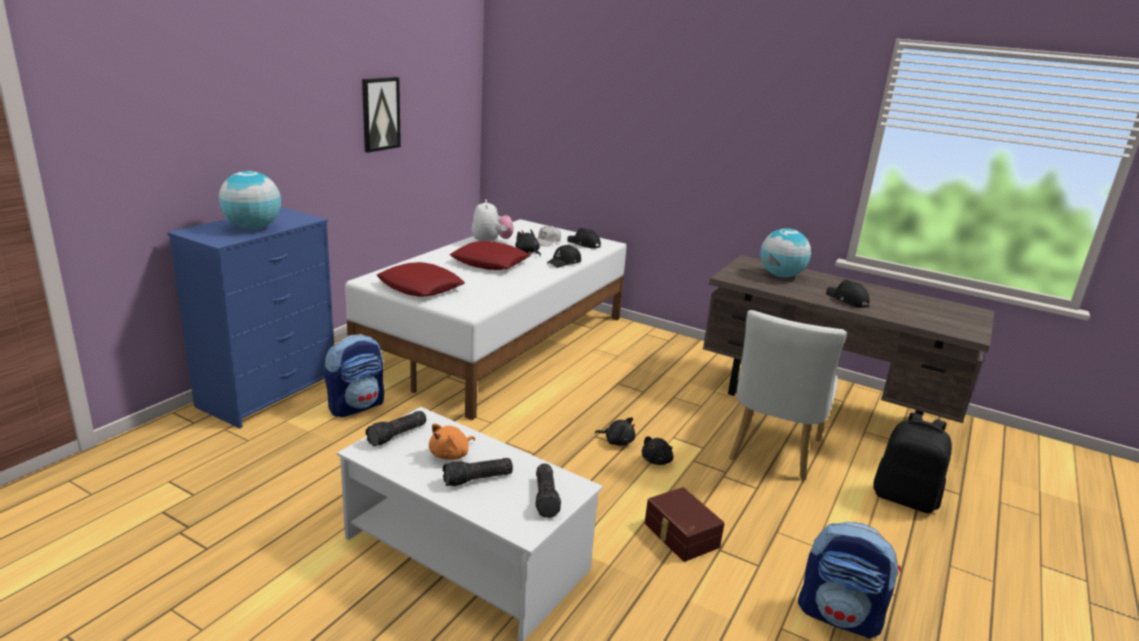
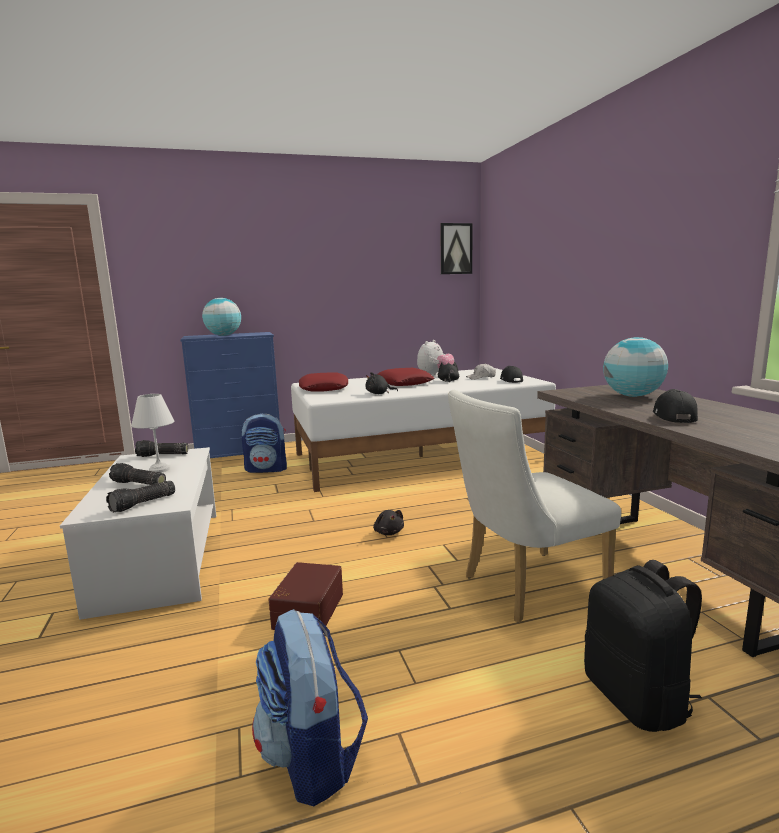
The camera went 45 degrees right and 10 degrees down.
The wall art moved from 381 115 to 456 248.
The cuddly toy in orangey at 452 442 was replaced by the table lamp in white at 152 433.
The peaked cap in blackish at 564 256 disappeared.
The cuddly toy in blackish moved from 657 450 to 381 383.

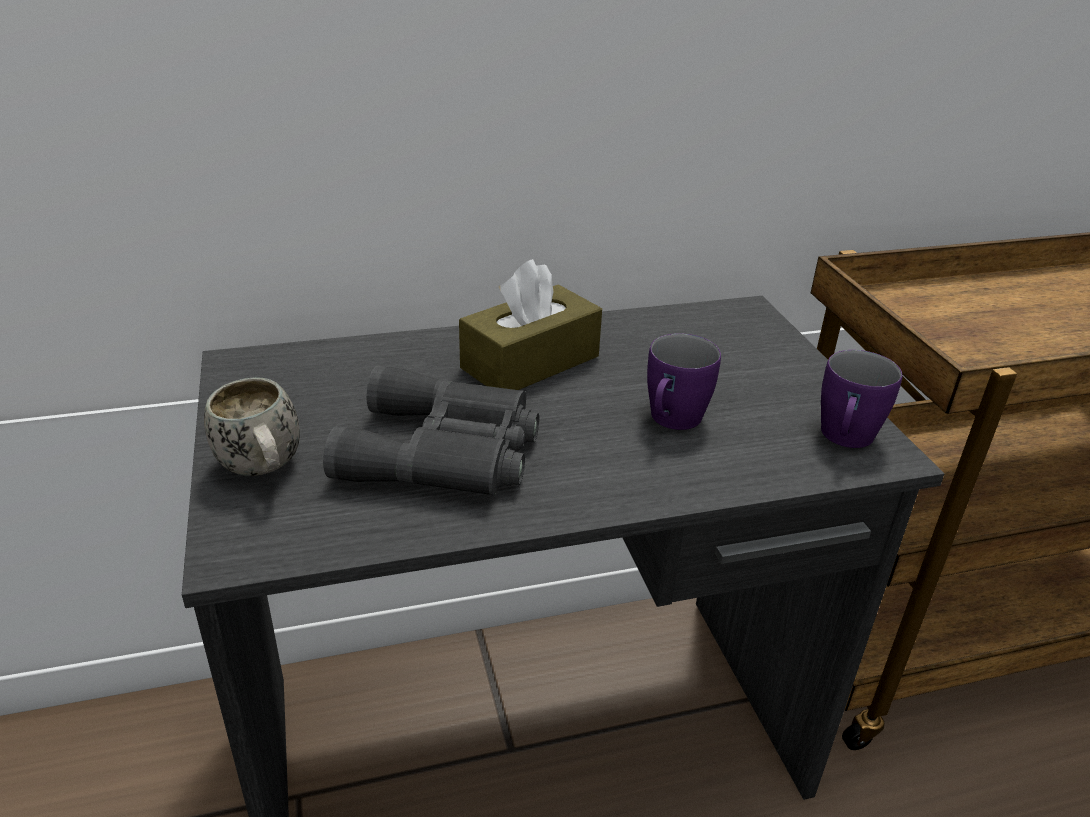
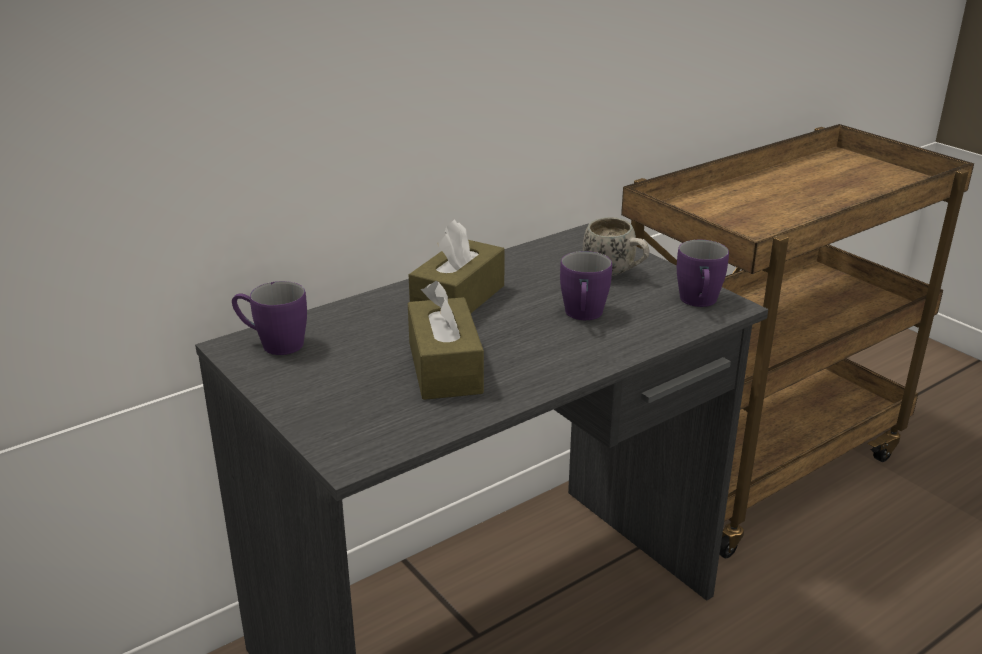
The camera went 20 degrees left and 5 degrees down.
The tea mug in white moved from 252 426 to 616 246.
The field glasses in greyish at 431 430 was replaced by the tissue holder in brown at 446 340.
The tea mug in purplish at 269 318 appeared.

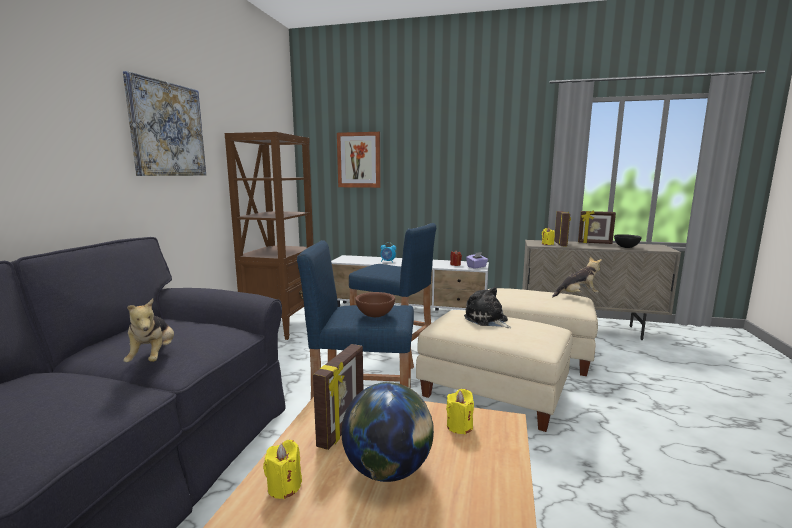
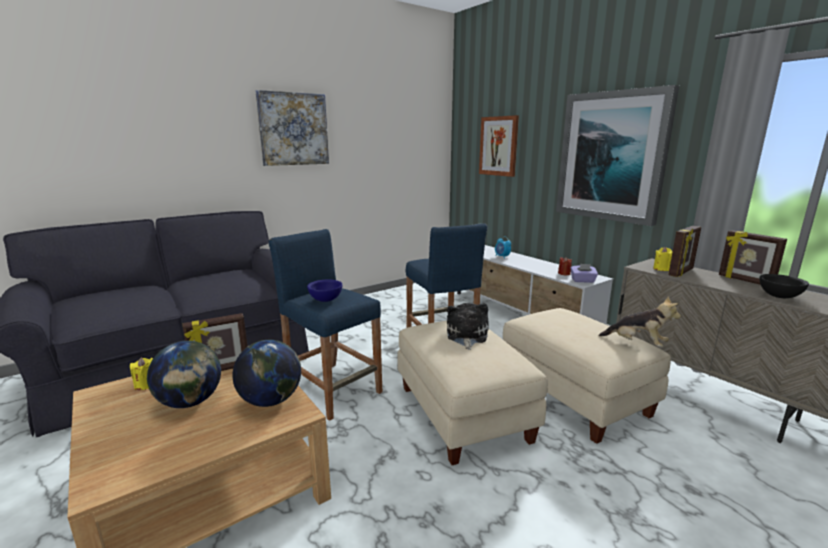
The camera went 40 degrees right and 5 degrees up.
The cuddly toy at 149 330 disappeared.
The bookshelf in brown at 269 236 disappeared.
The bowl in brown at 375 304 became the bowl in blue-coloured at 324 291.
The candle in yellow at 460 411 was replaced by the desk globe at 266 373.
The wall art at 617 155 appeared.

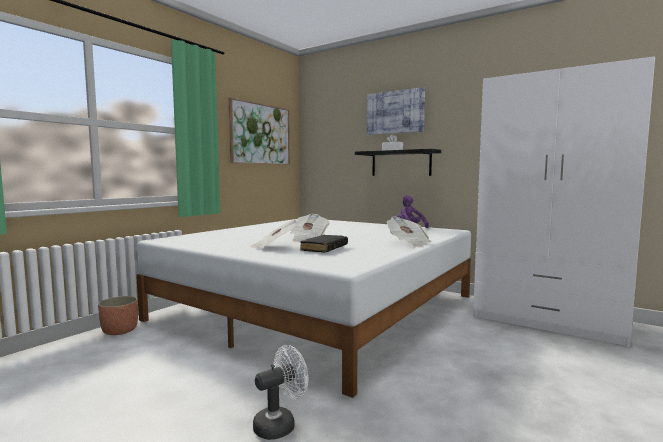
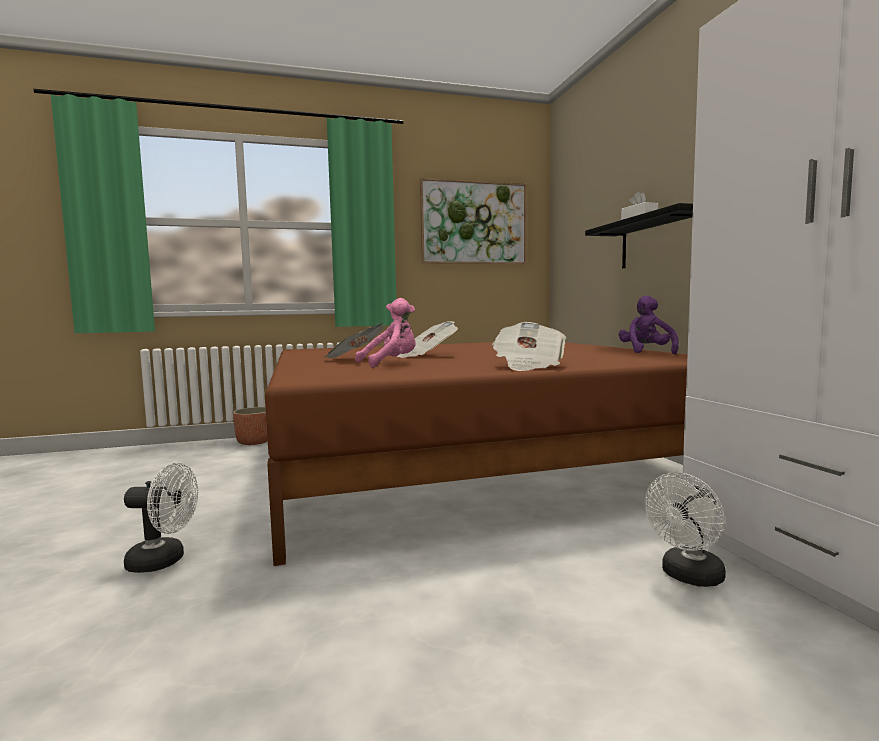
The camera went 40 degrees right and 0 degrees up.
The bedroom bed in white at 303 308 became the bedroom bed in brown at 476 454.
The book in blackish at 324 244 was replaced by the cuddly toy in pink at 385 333.
The wall art at 396 111 disappeared.
The electric fan in white at 685 529 appeared.

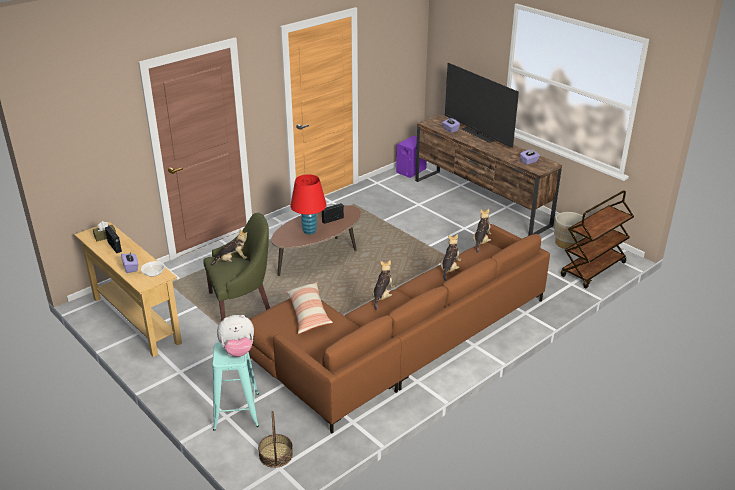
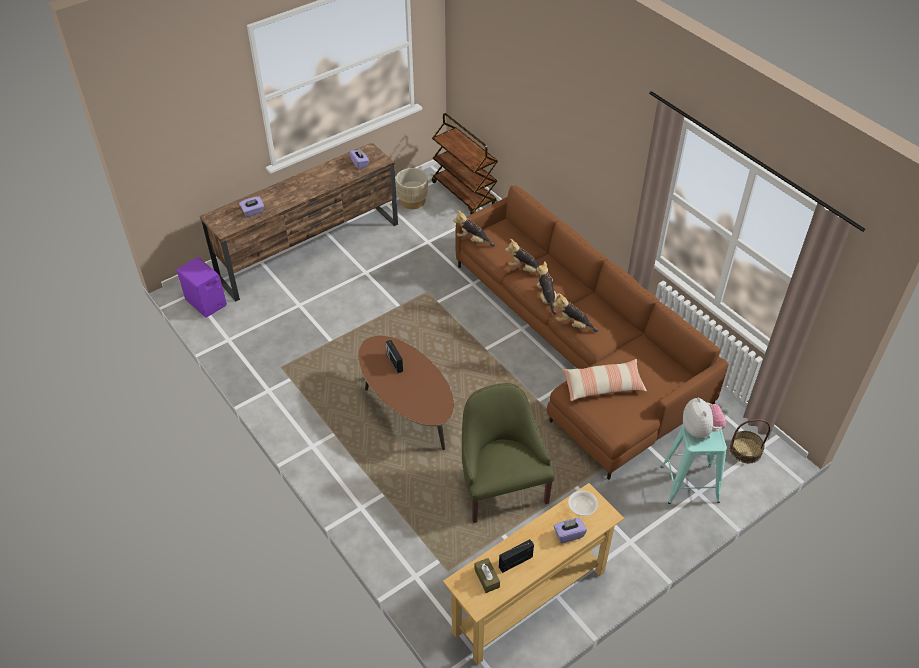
The camera went 85 degrees left and 15 degrees up.
The cuddly toy moved from 229 247 to 547 288.
The table lamp in reddish at 308 204 disappeared.
The TV at 482 105 disappeared.

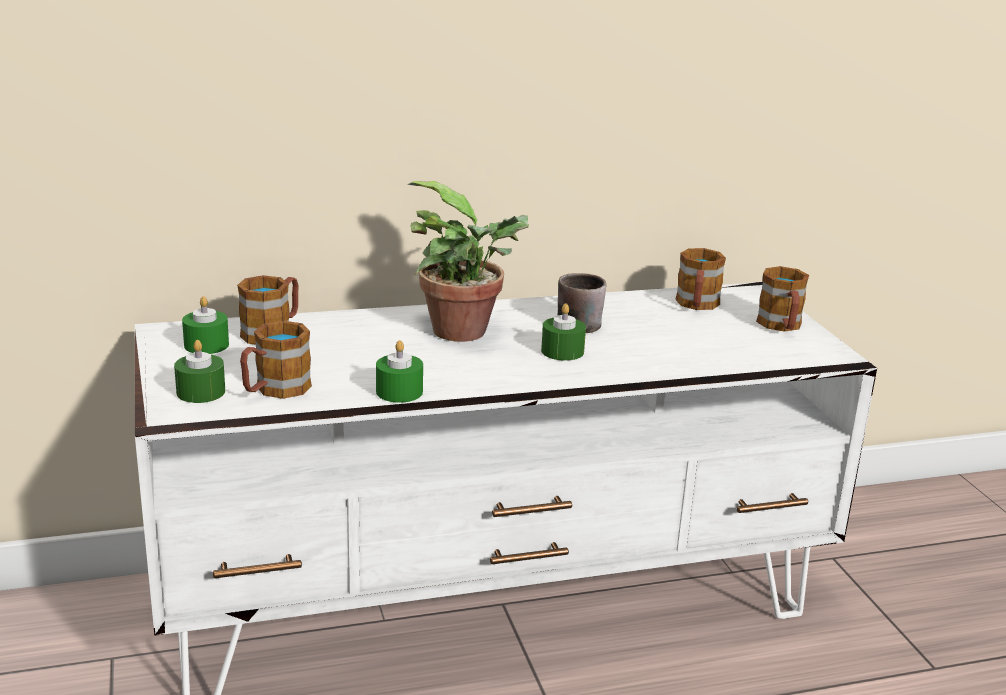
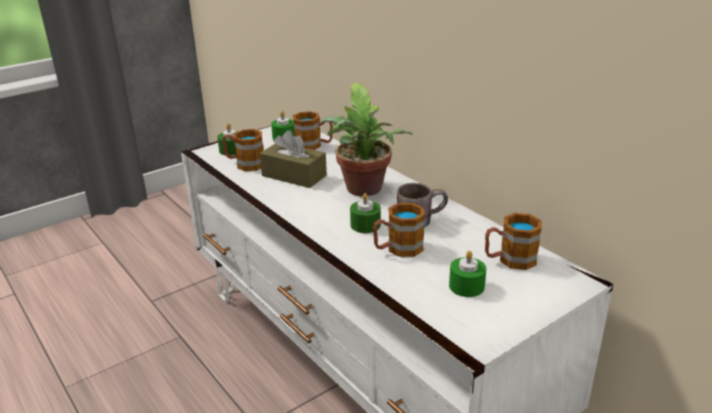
The camera went 70 degrees right and 5 degrees up.
The candle in greenish moved from 399 371 to 467 273.
The tea mug moved from 782 299 to 399 230.
The tissue holder in brown at 293 159 appeared.

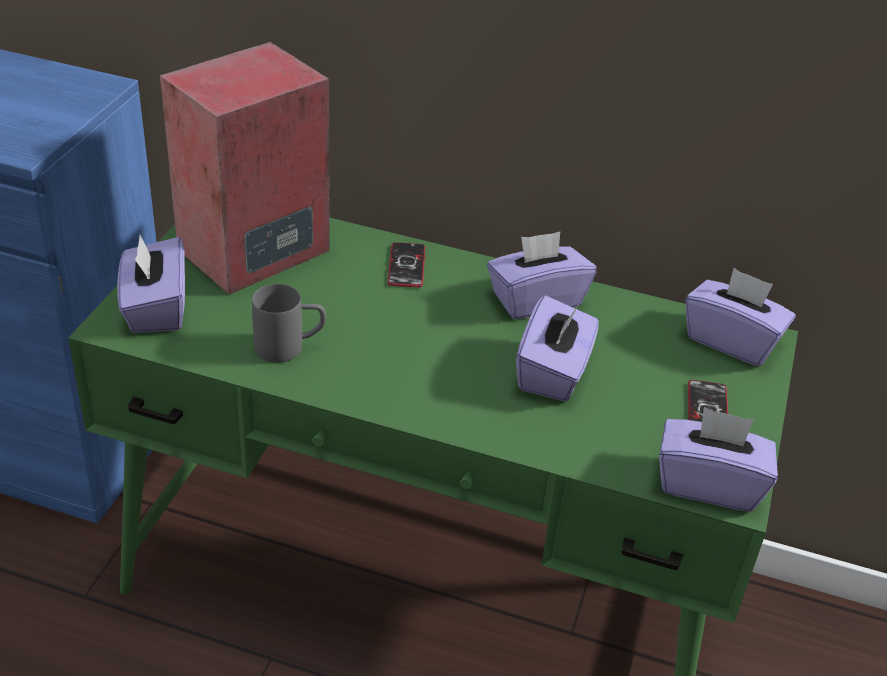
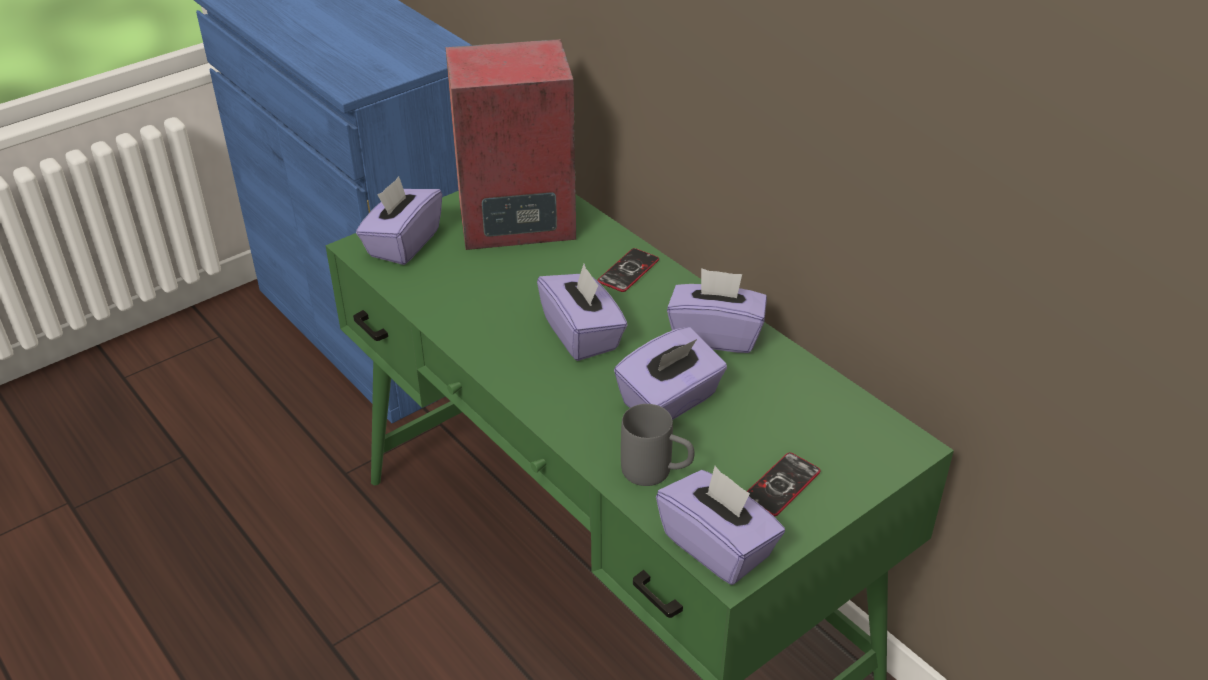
The camera went 35 degrees right and 0 degrees up.
The tea mug in greyish moved from 289 323 to 657 445.
The tissue holder in purplish moved from 741 317 to 582 312.

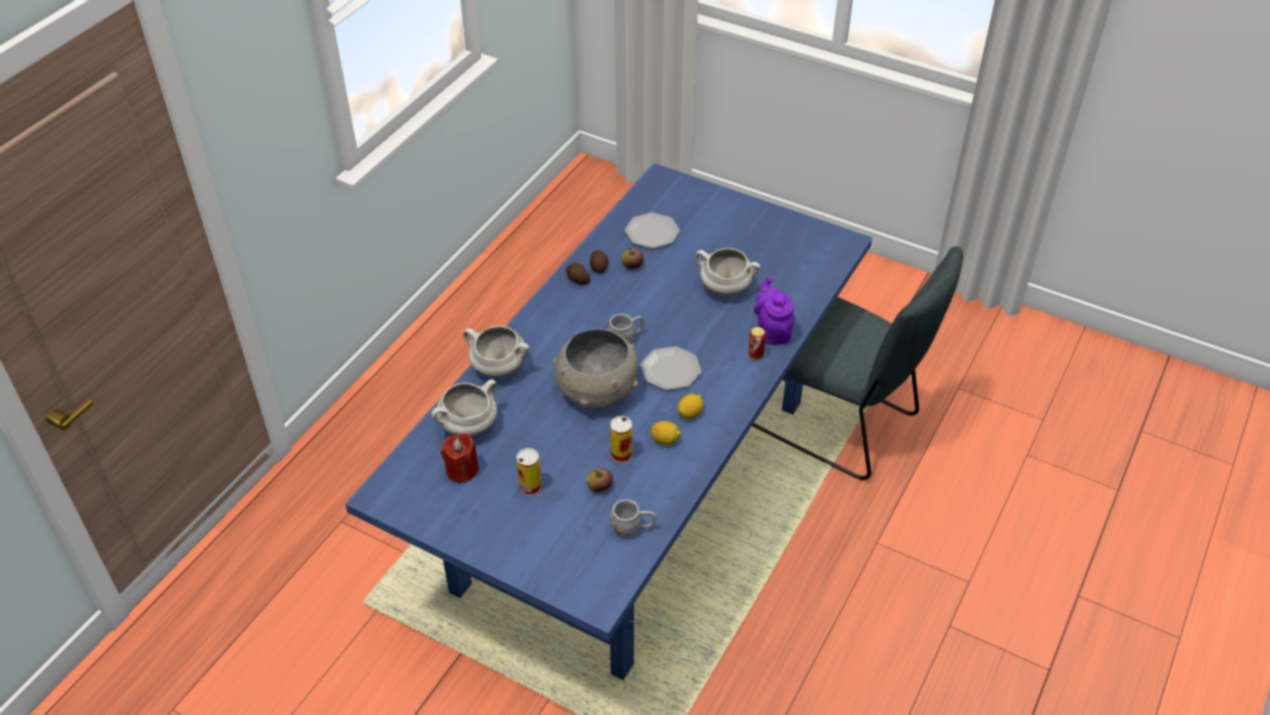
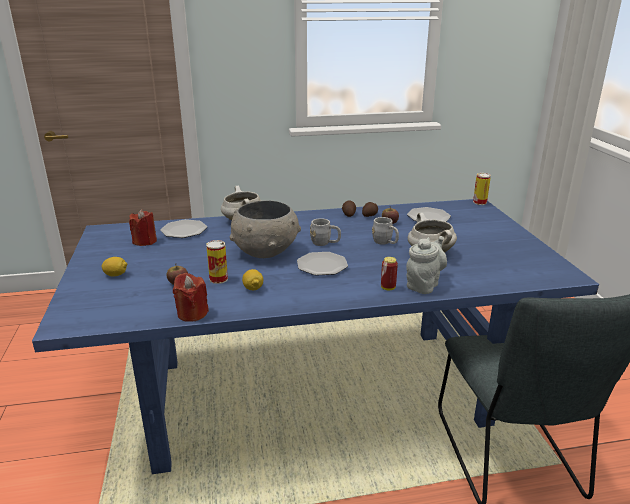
The camera went 50 degrees right and 20 degrees down.
The saucepot in white at 464 407 was replaced by the dinner plate at 183 228.
The metal can moved from 529 472 to 482 189.
The tea mug in greyish moved from 633 518 to 385 231.
The citrus fruit moved from 690 406 to 114 267.
The pot for tea in purplish at 774 311 became the pot for tea in greyish at 426 265.
The candle in reddish at 191 297 appeared.

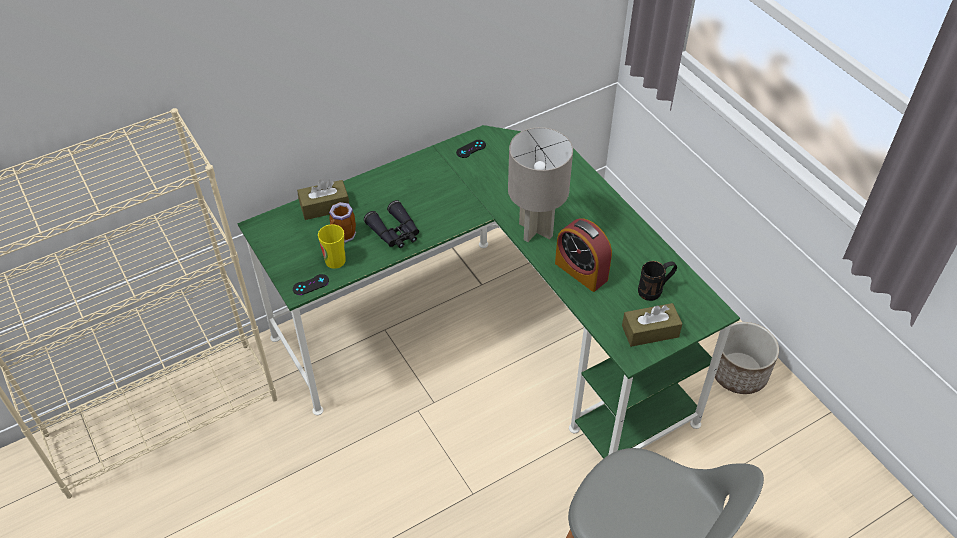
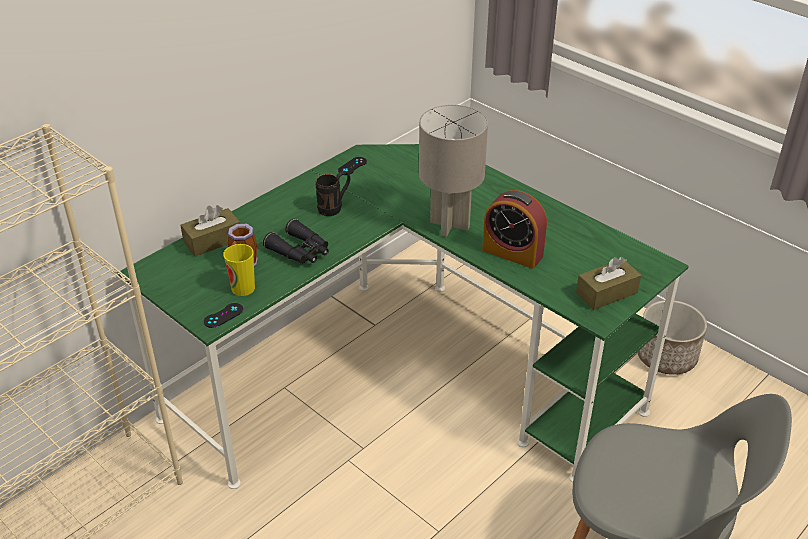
The camera went 15 degrees left and 10 degrees down.
The tea mug in blackish moved from 657 281 to 333 193.

